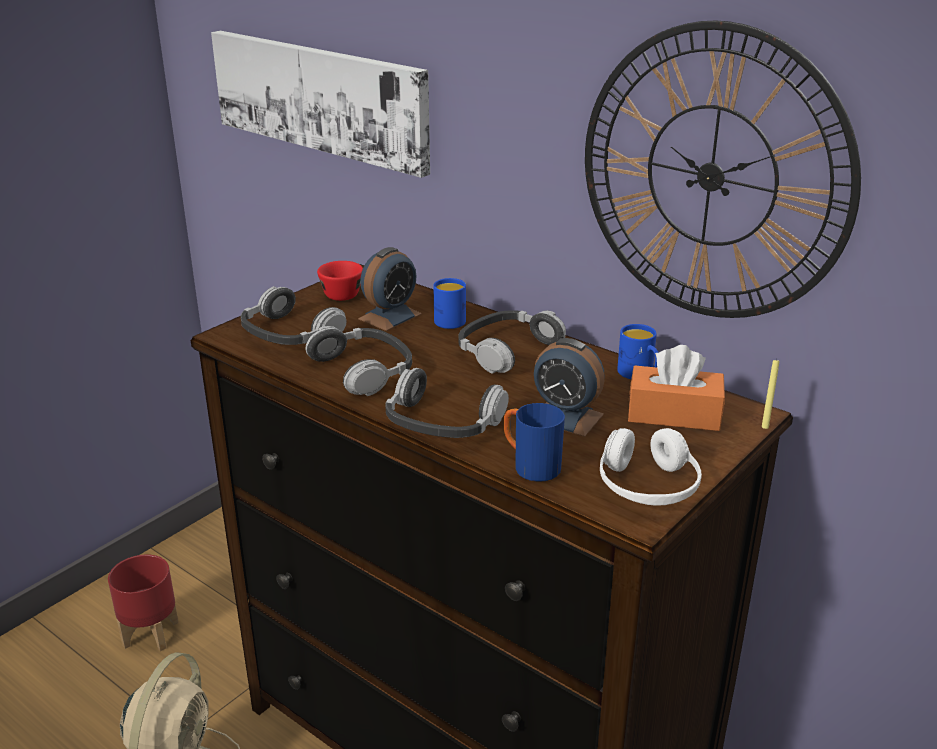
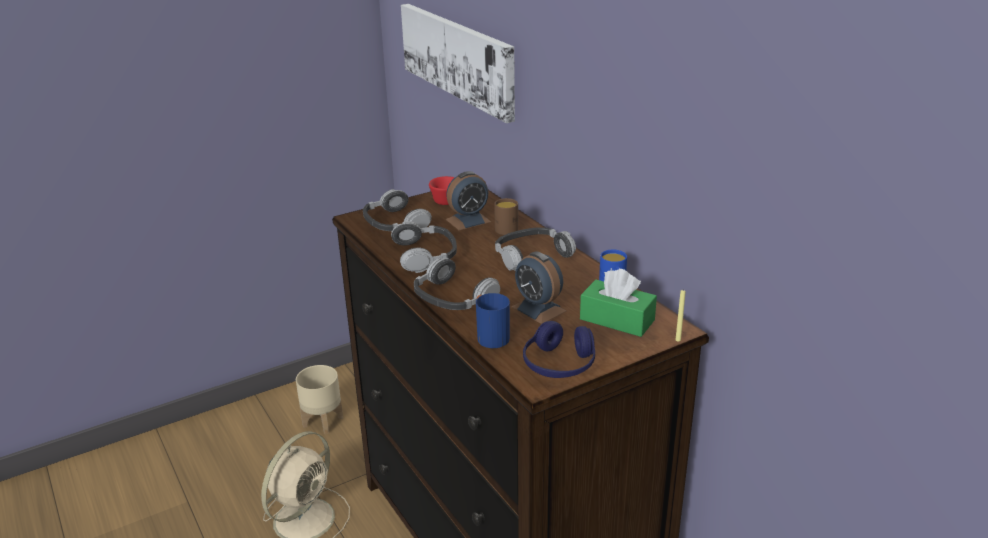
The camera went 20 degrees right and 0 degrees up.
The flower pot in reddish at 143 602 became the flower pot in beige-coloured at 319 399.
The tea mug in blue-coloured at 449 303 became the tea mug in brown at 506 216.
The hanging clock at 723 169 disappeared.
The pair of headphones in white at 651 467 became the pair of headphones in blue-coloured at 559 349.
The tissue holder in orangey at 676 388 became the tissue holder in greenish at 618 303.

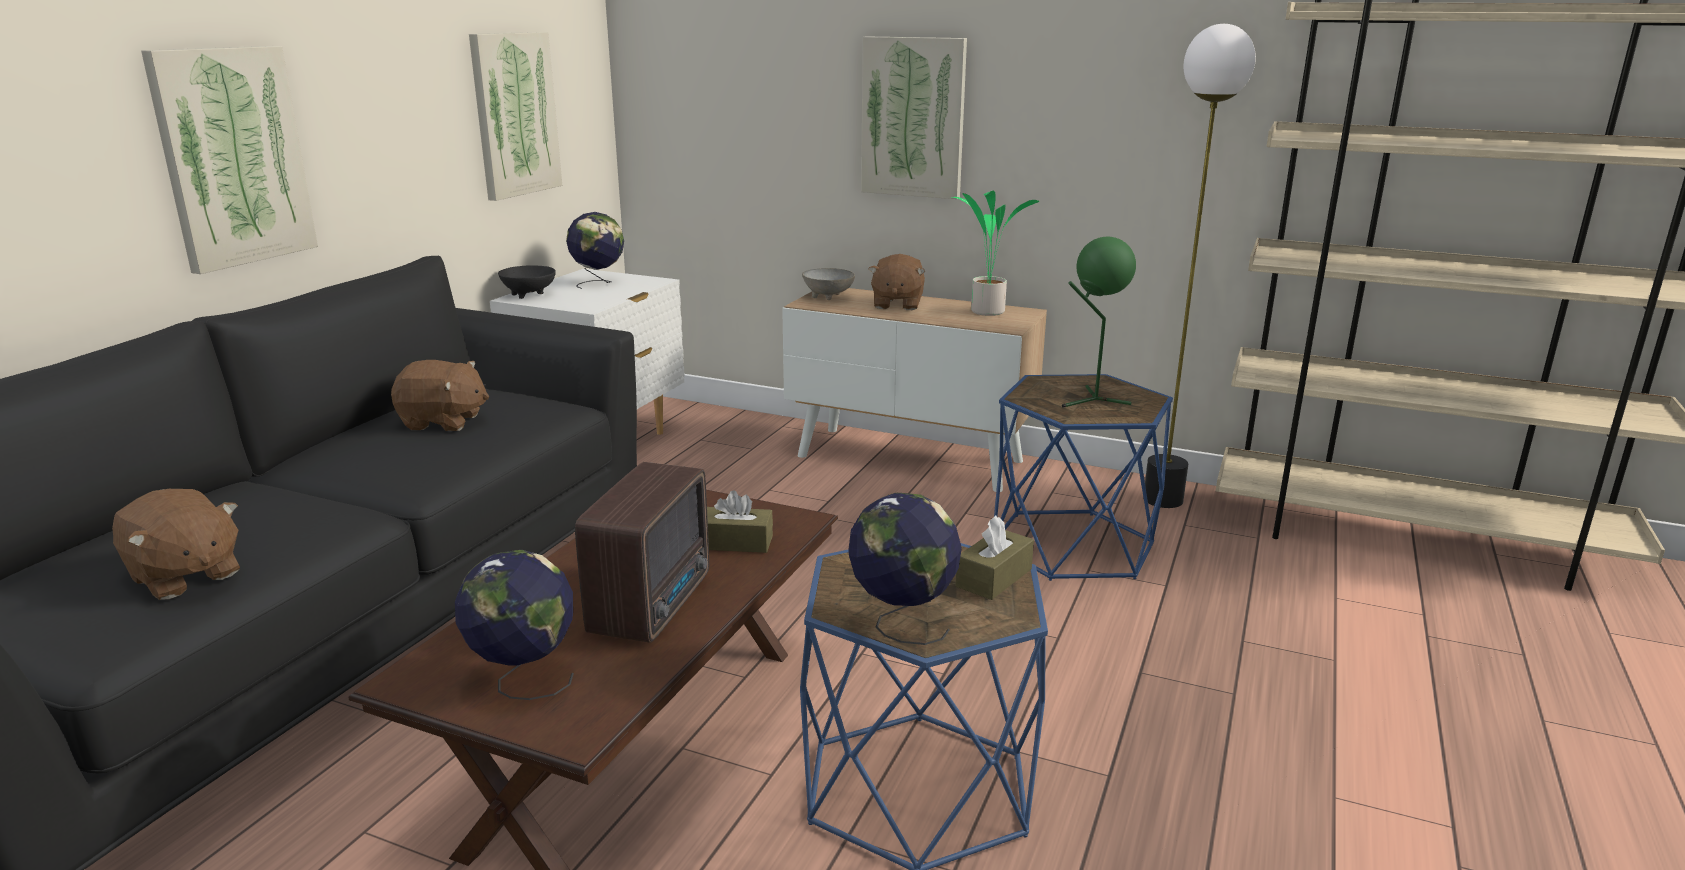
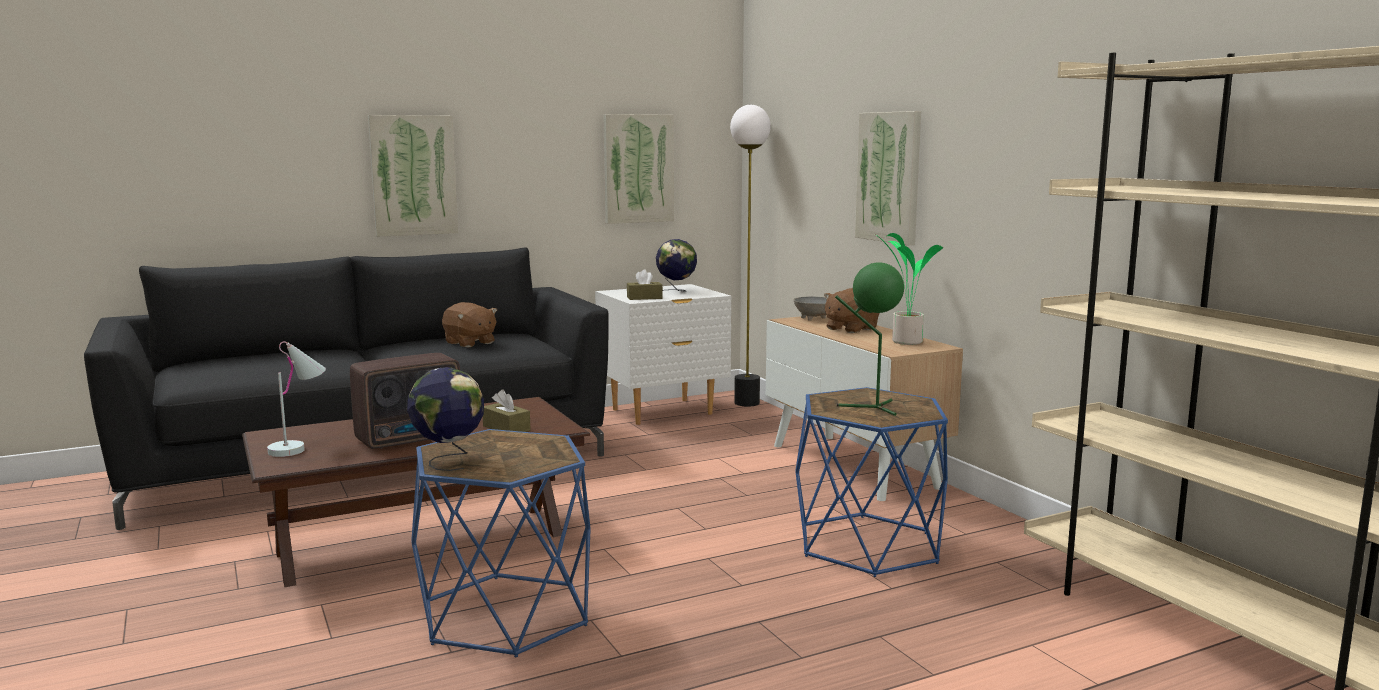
The camera went 40 degrees right and 10 degrees down.
The cuddly toy in brown at 176 544 disappeared.
The desk globe at 514 625 was replaced by the table lamp in white at 296 399.
The bowl in blackish at 527 282 disappeared.
The tissue holder in brown moved from 995 558 to 645 284.
The standard lamp moved from 1199 266 to 750 256.

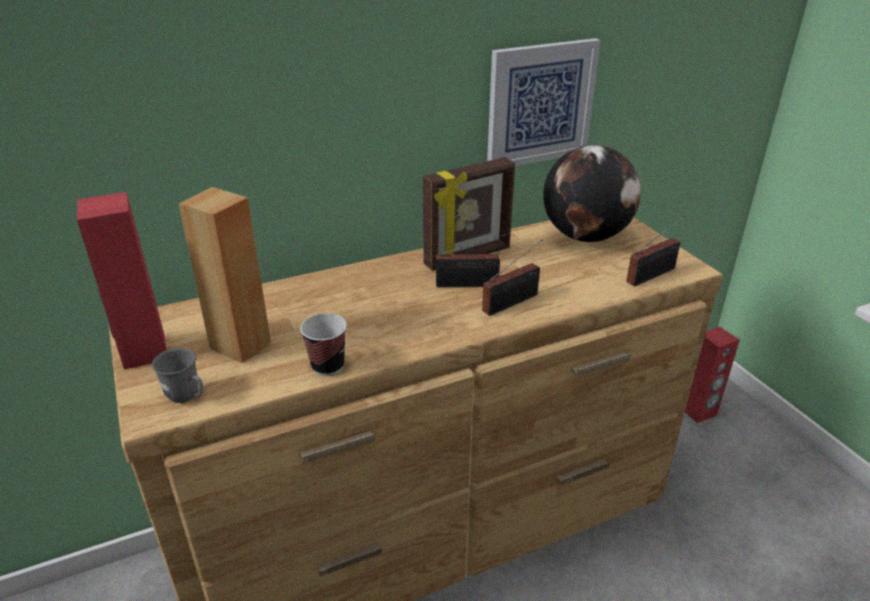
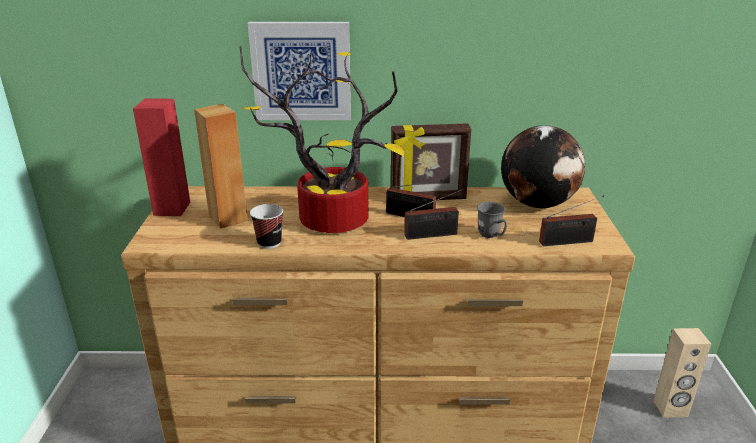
The camera went 25 degrees right and 5 degrees down.
The tea mug in greyish moved from 177 375 to 492 220.
The wall art moved from 543 102 to 299 71.
The speaker in reddish at 712 375 became the speaker in beige-coloured at 682 373.
The houseplant at 322 139 appeared.

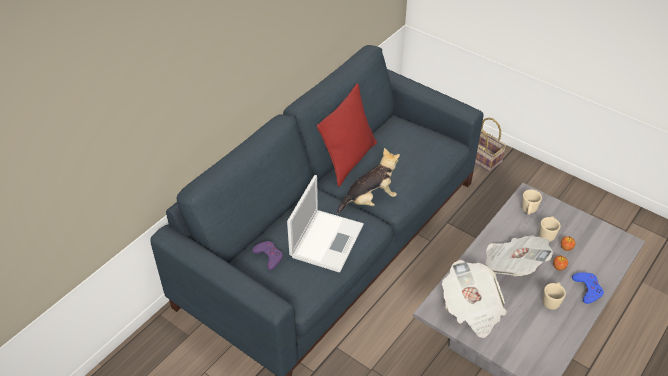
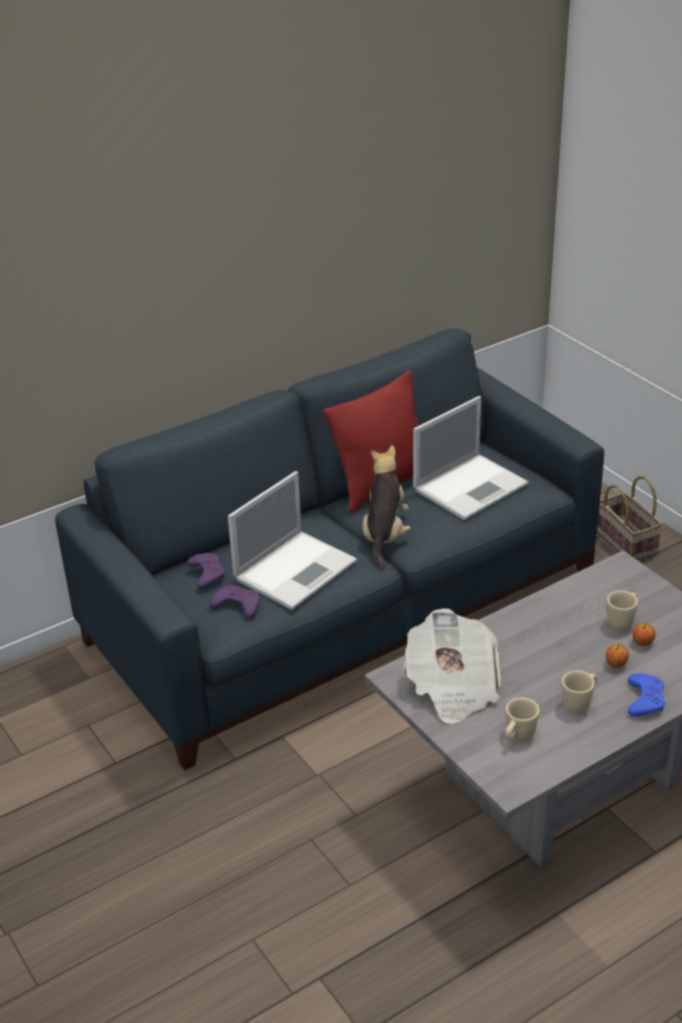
The camera went 20 degrees right and 10 degrees down.
The cuddly toy at 368 181 turned 75 degrees counterclockwise.
The daily paper at 519 255 disappeared.
The tea mug in beige-coloured moved from 532 202 to 522 719.
The joypad in purplish at 235 601 appeared.
The laptop at 471 458 appeared.

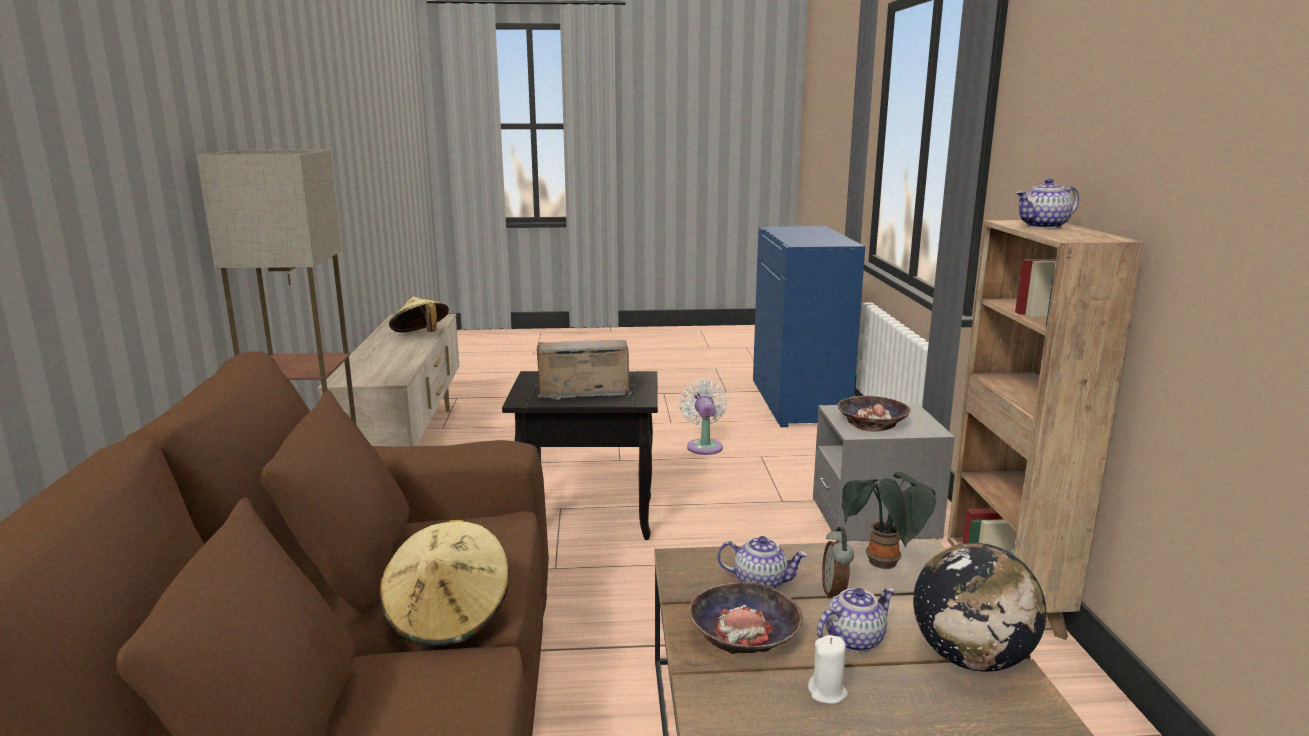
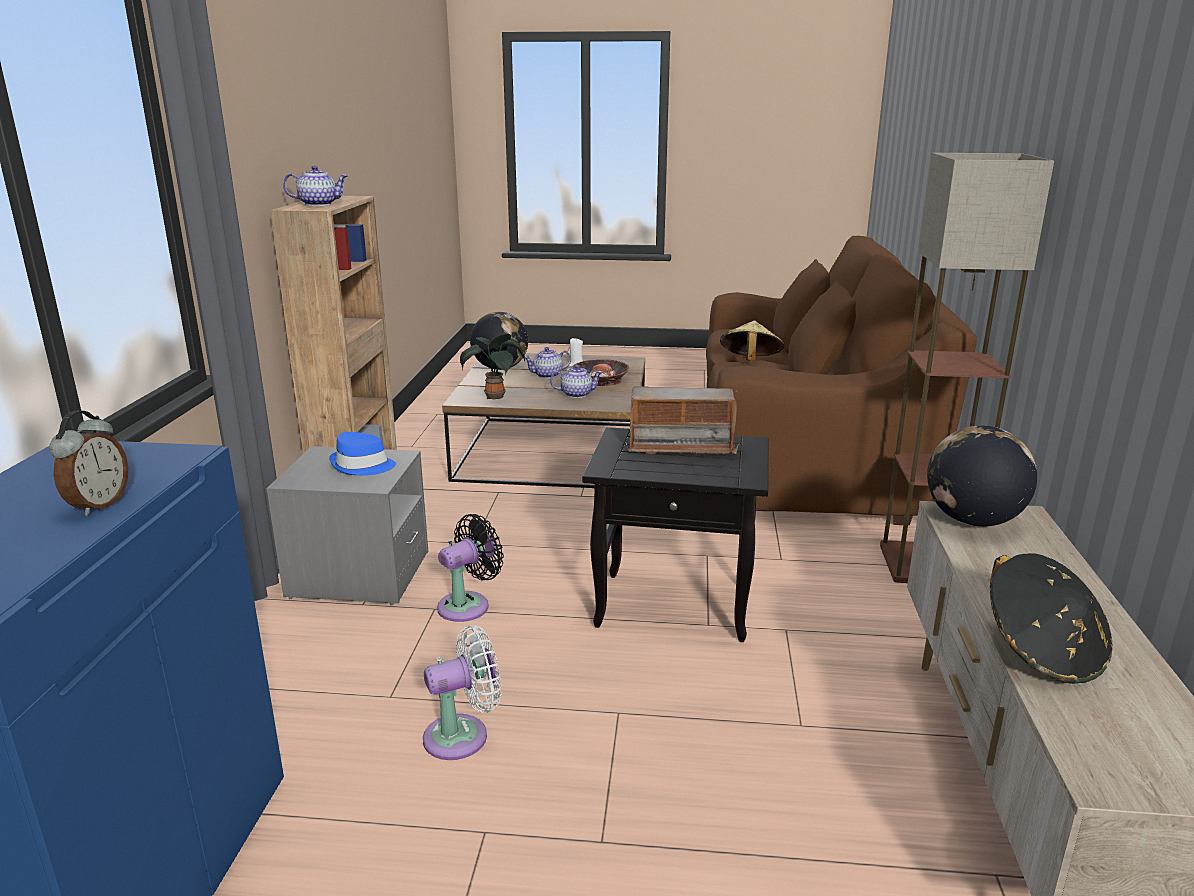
The camera went 170 degrees left and 5 degrees up.
The wearable hat in beige-coloured at 419 314 became the wearable hat in blackish at 1051 618.
The electric fan in white at 703 417 turned 120 degrees counterclockwise.
The pot for tea at 762 562 turned 150 degrees clockwise.
The bedside clock moved from 838 562 to 88 463.
The bowl at 874 414 was replaced by the wearable hat in blue-coloured at 362 453.
The electric fan in blackish at 470 568 appeared.
The desk globe at 982 476 appeared.

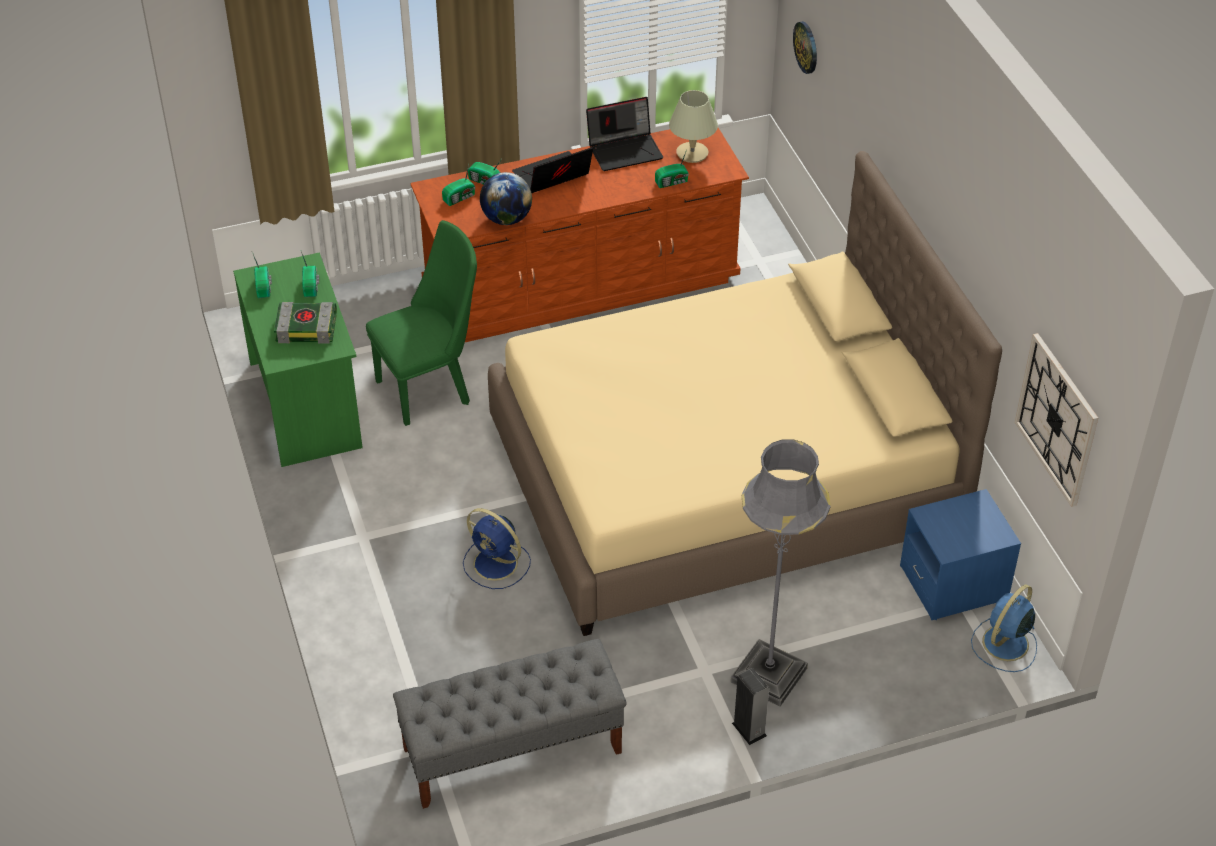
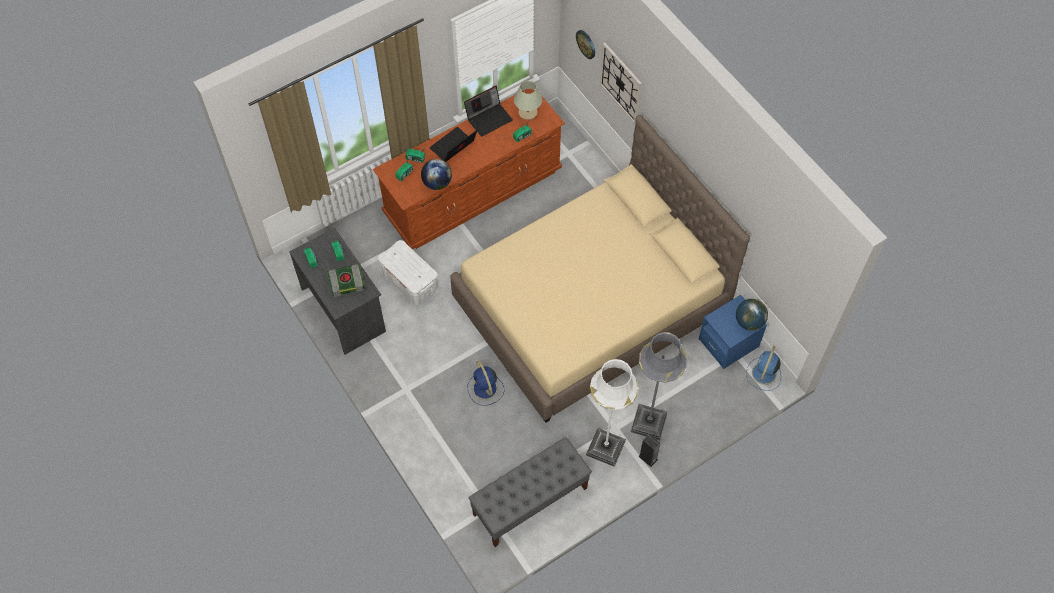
The camera went 15 degrees left and 15 degrees up.
The desk table in greenish at 298 359 became the desk table in greyish at 337 291.
The upright chair in greenish at 421 323 was replaced by the storage container in white at 408 272.
The electric fan in blue-coloured at 497 548 turned 45 degrees clockwise.
The hanging clock moved from 1056 420 to 621 83.
The standard lamp in white at 612 413 appeared.
The desk globe at 752 315 appeared.

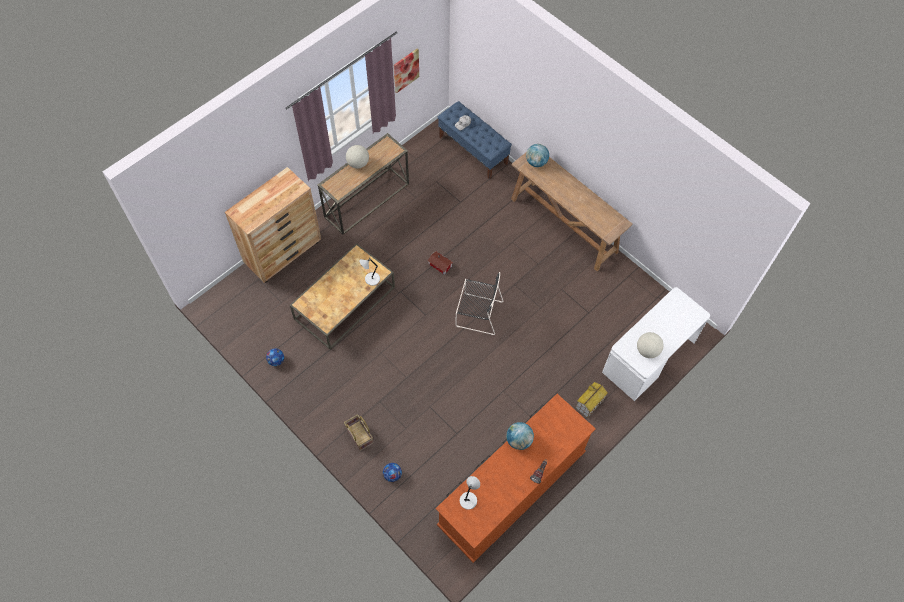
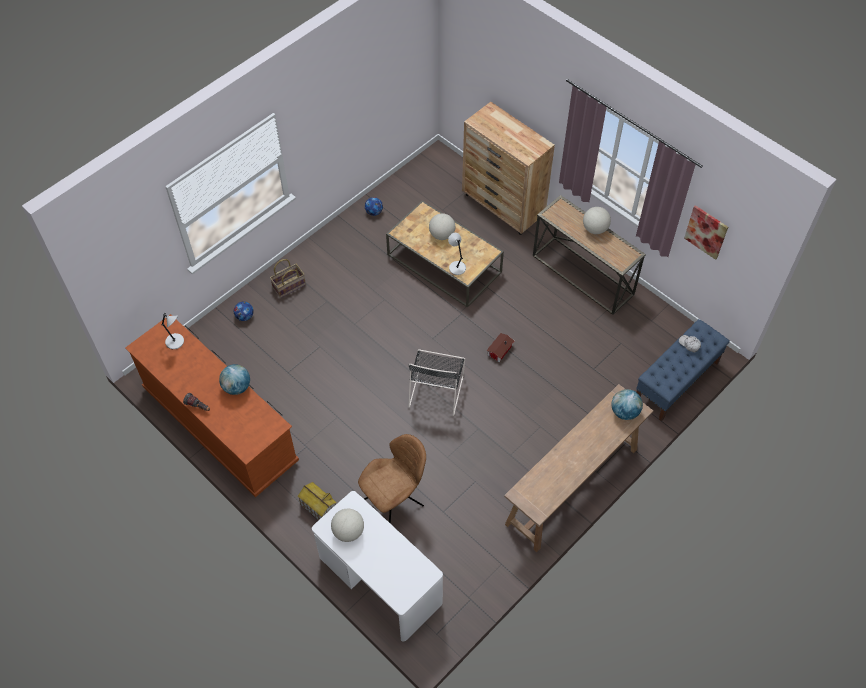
The camera went 90 degrees right and 5 degrees down.
The upright chair in brown at 392 479 appeared.
The desk globe at 442 226 appeared.

